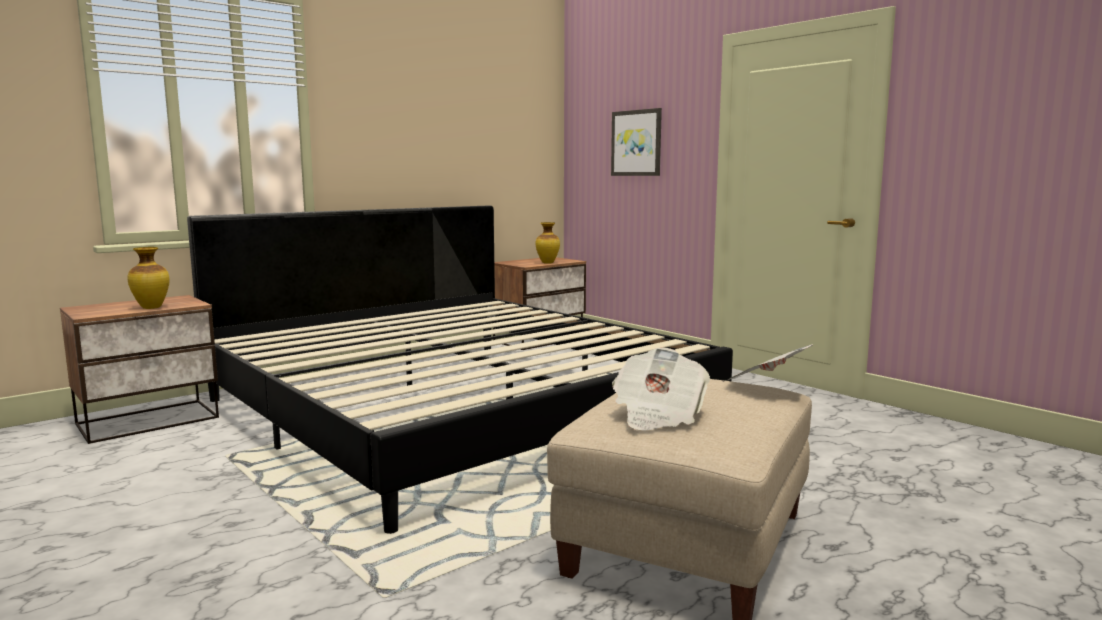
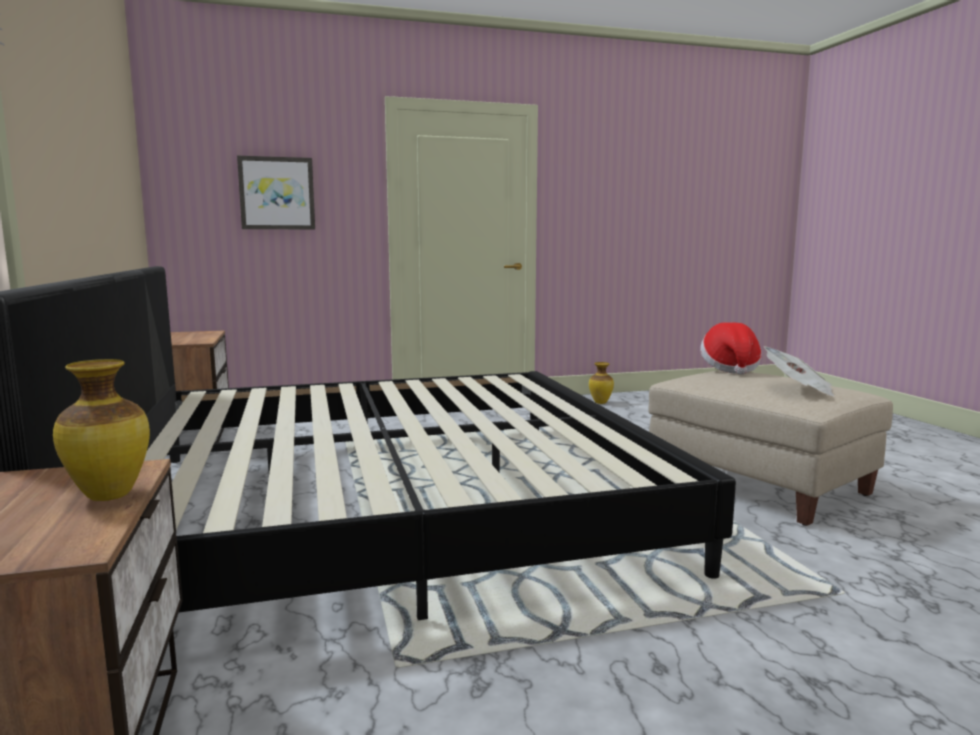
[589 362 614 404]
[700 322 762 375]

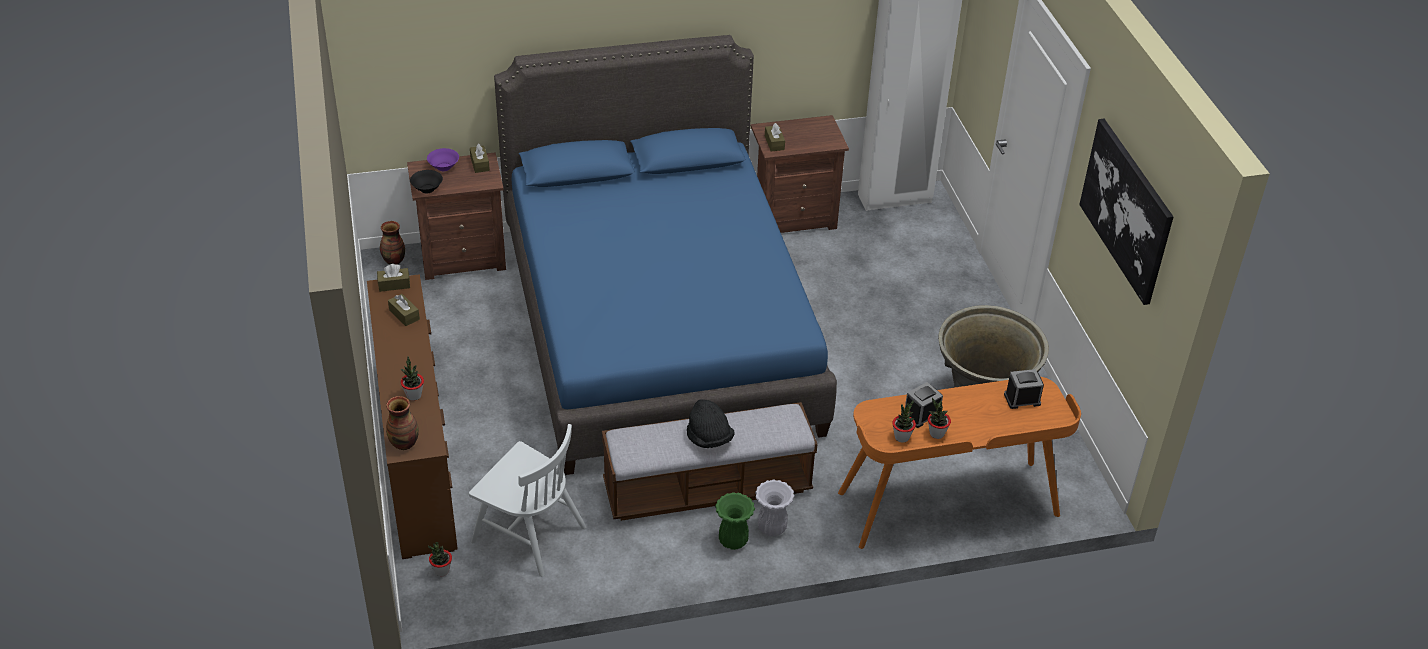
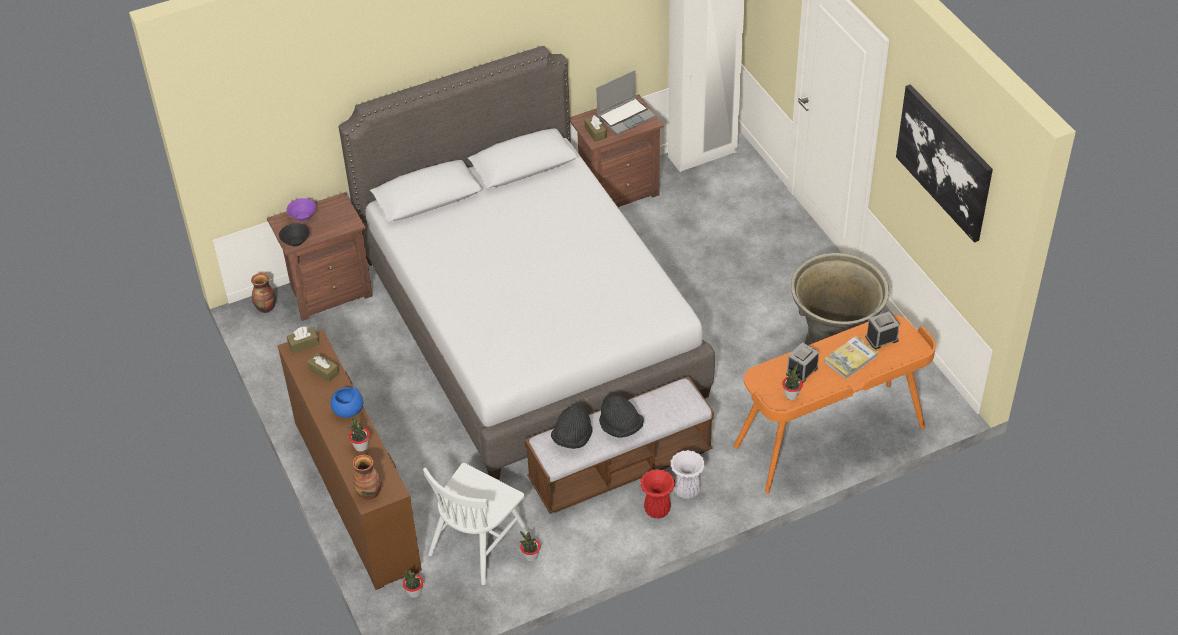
[470 144 490 173] (first image)
[331 387 363 418]
[551 404 593 449]
[596 70 656 135]
[824 335 878 379]
[520 531 541 562]
[339 46 715 480]
[640 469 675 519]
[423 463 529 585]

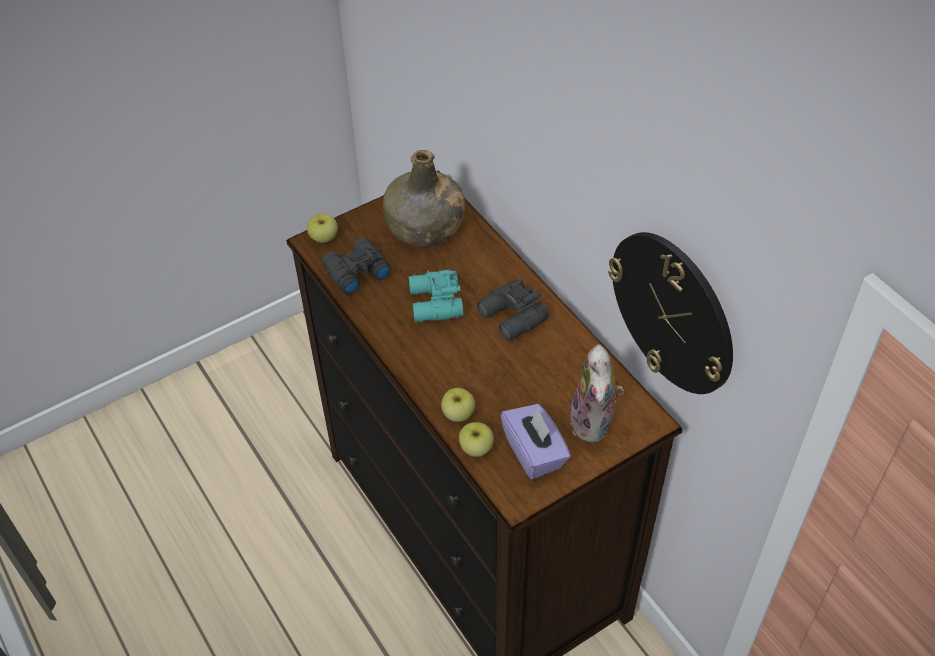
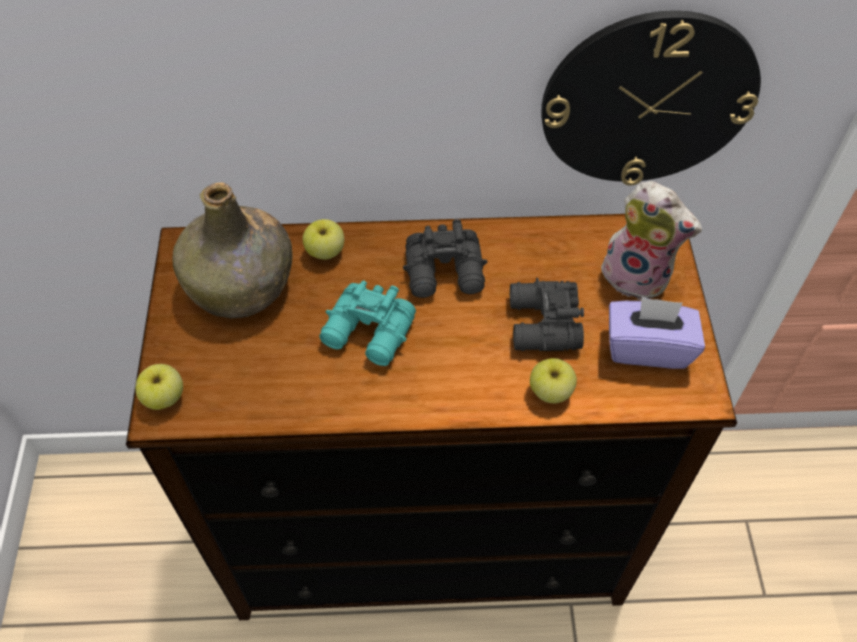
[510 278 584 351]
[303 219 344 260]

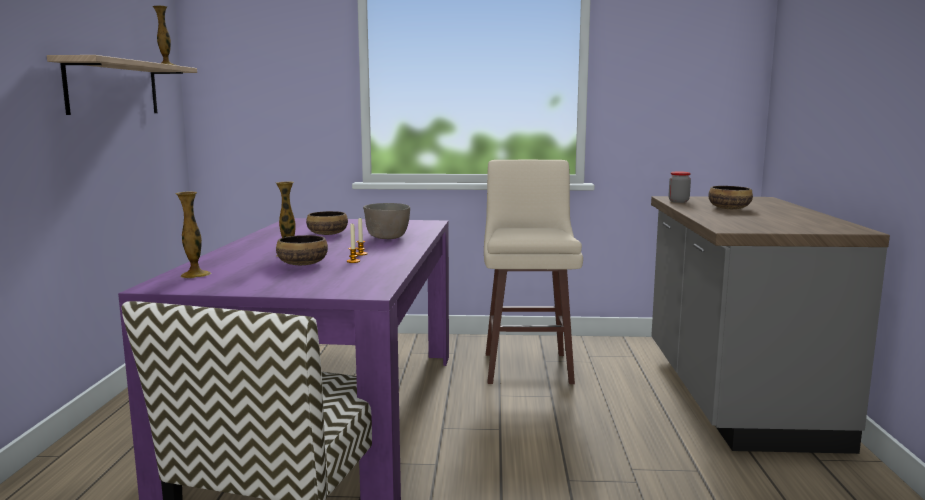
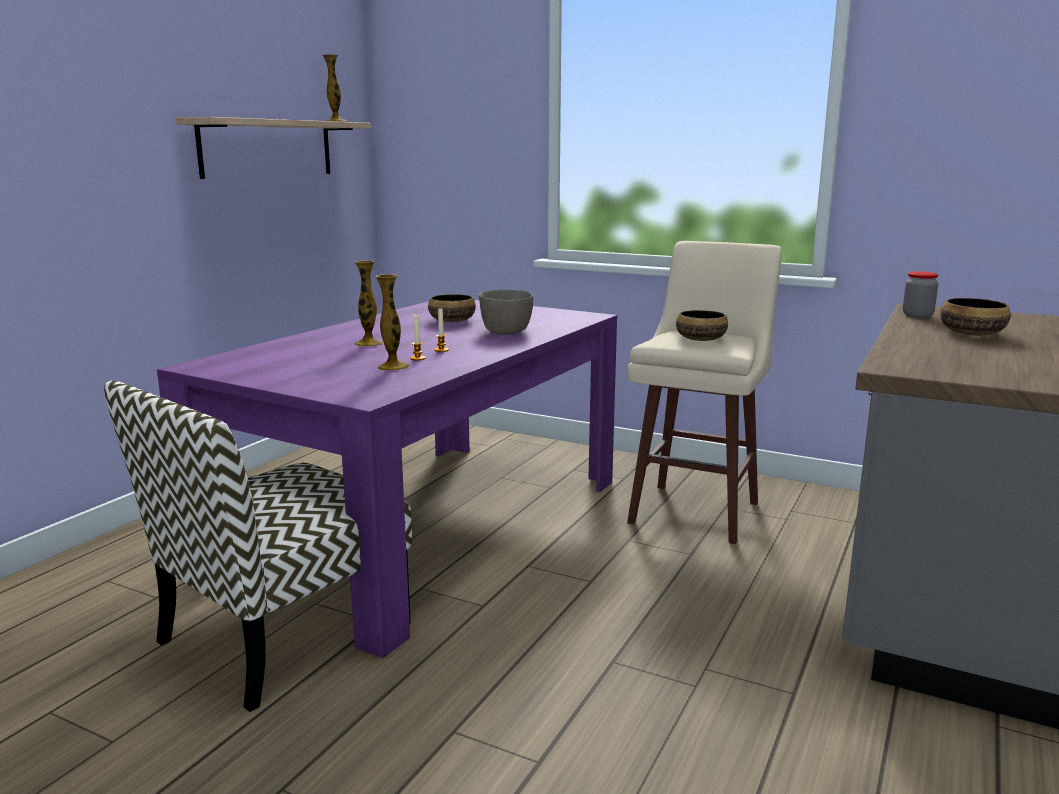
[375 274 410 371]
[676 310 728 341]

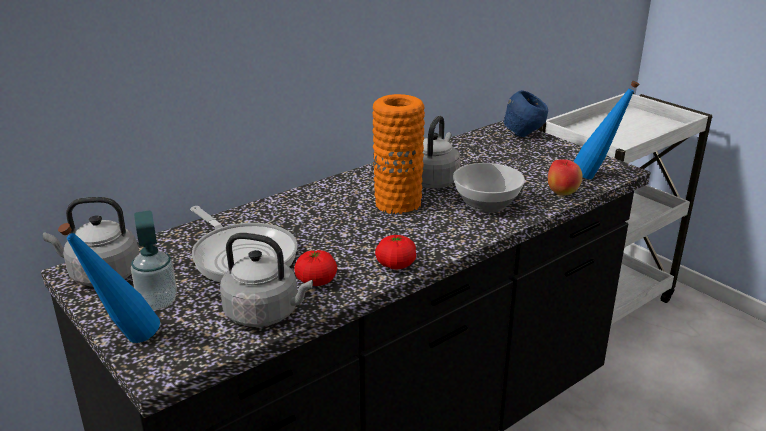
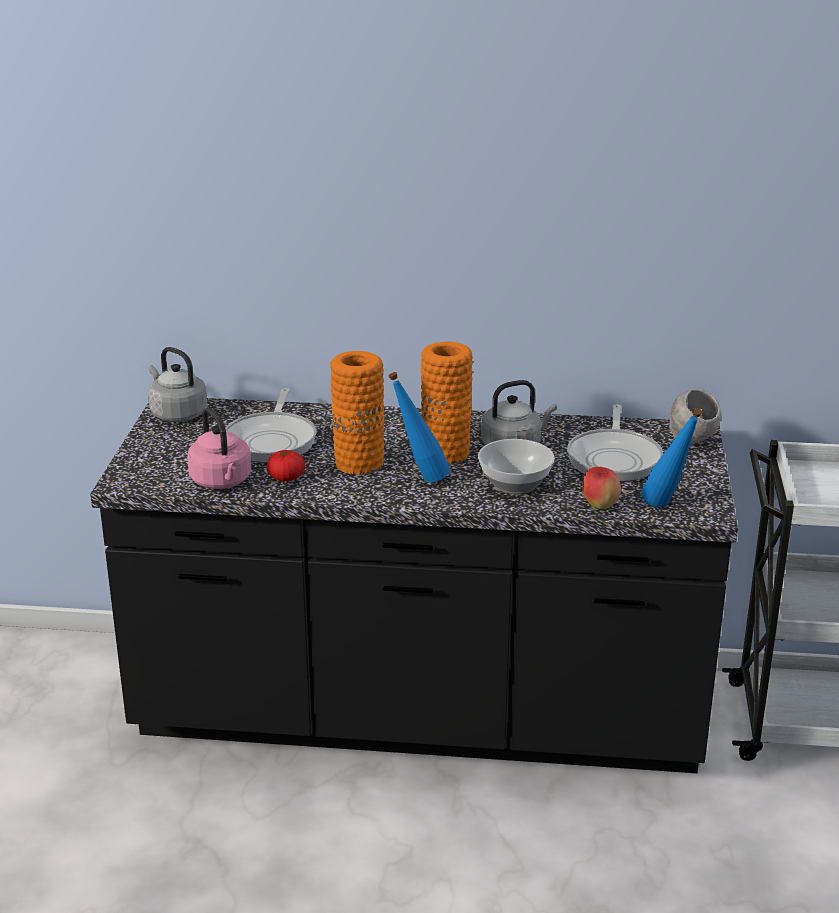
[131 211 177 310] (first image)
[375 235 416 270] (first image)
[330 351 385 475]
[567 404 663 482]
[388 372 450 482]
[187 407 251 489]
[669 389 721 445]

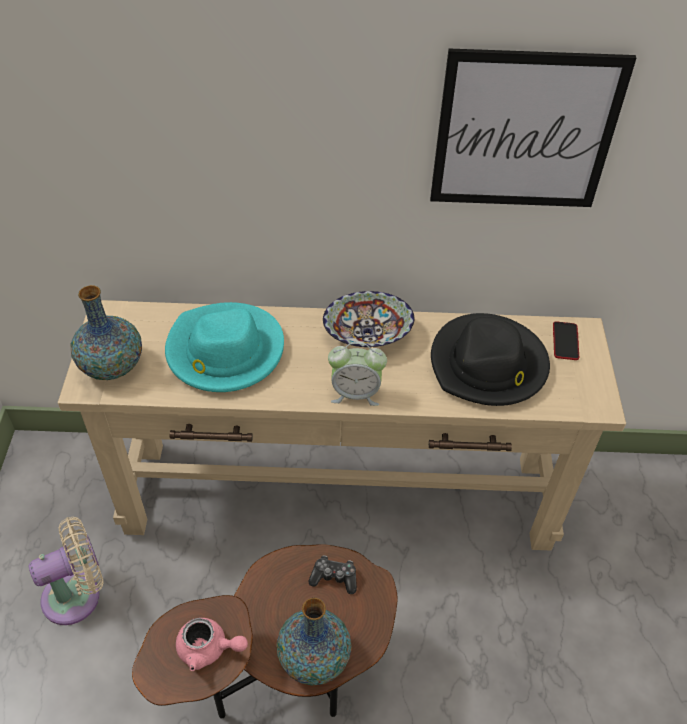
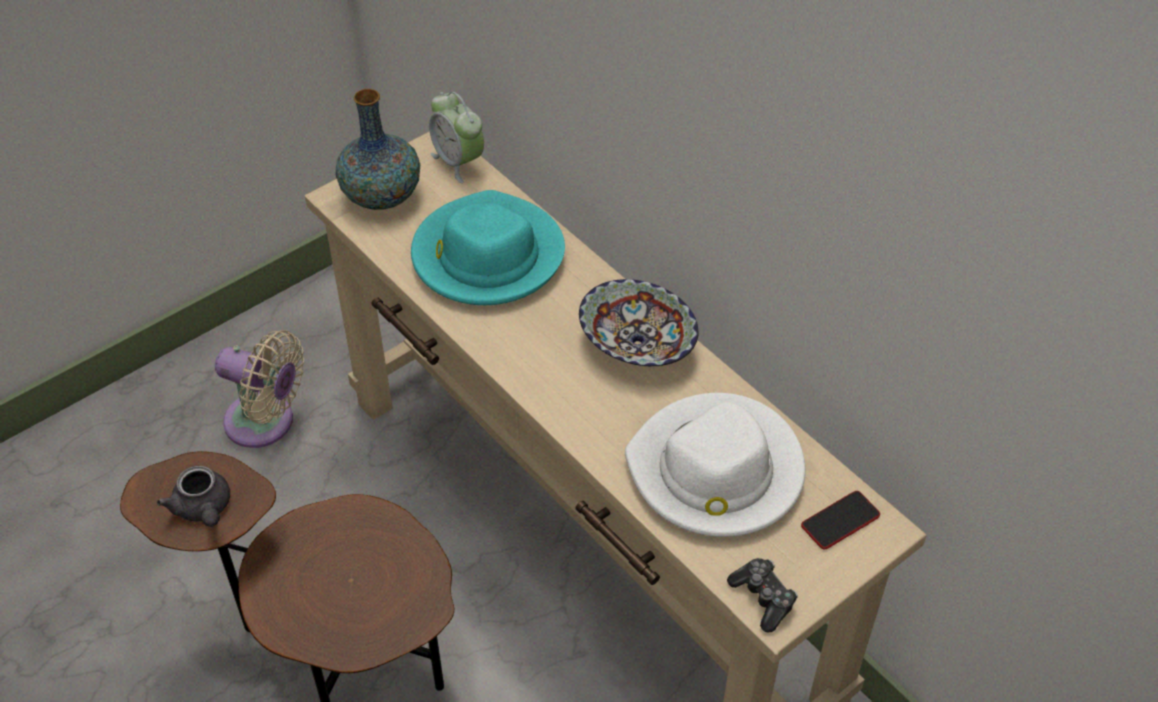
[276 598 352 686] (first image)
[430 48 636 207] (first image)
[727 558 798 633]
[429 92 484 183]
[157 465 230 527]
[625 393 806 537]

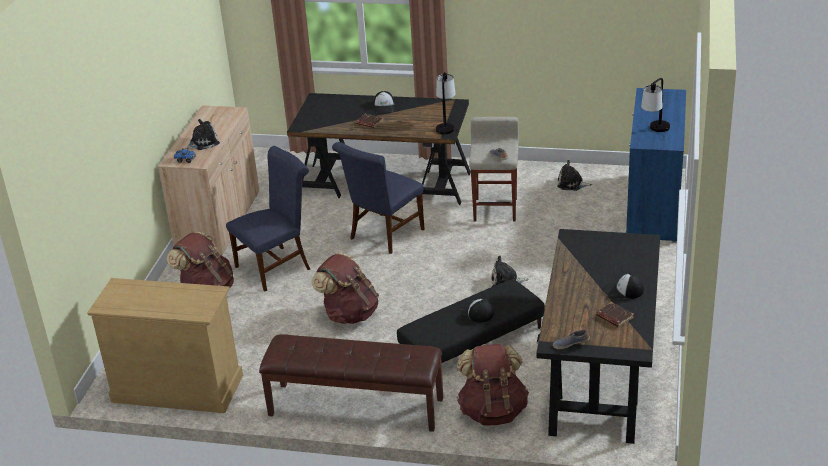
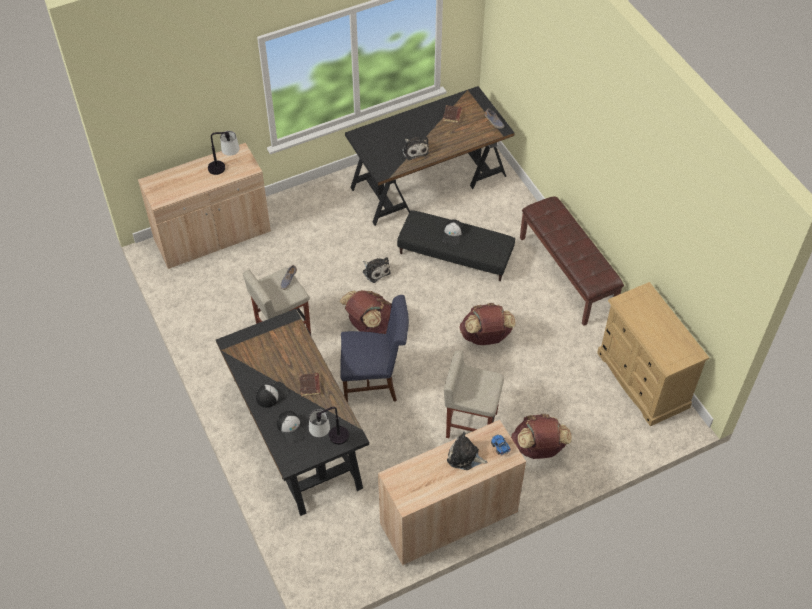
[309 407 349 445]
[340 290 392 334]
[401 137 429 160]
[277 411 306 442]
[444 350 504 438]
[138 143 271 269]

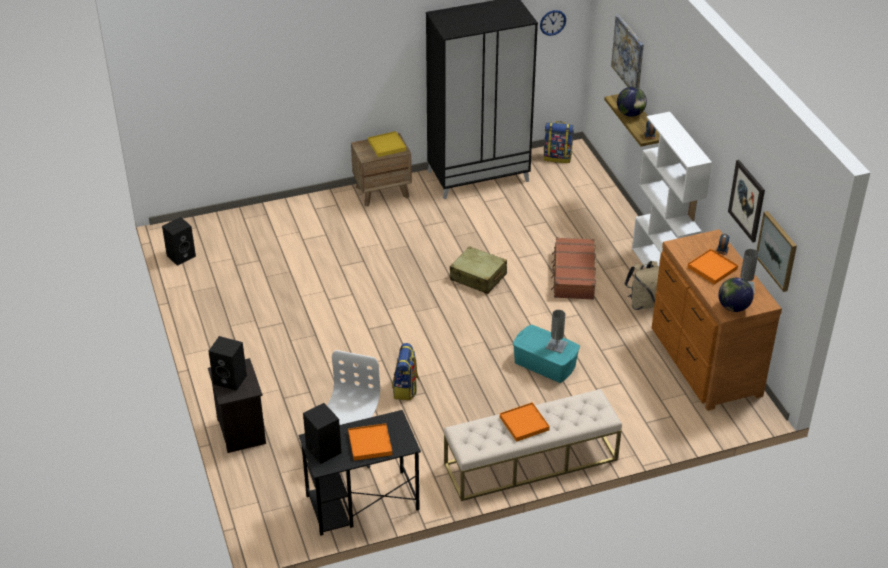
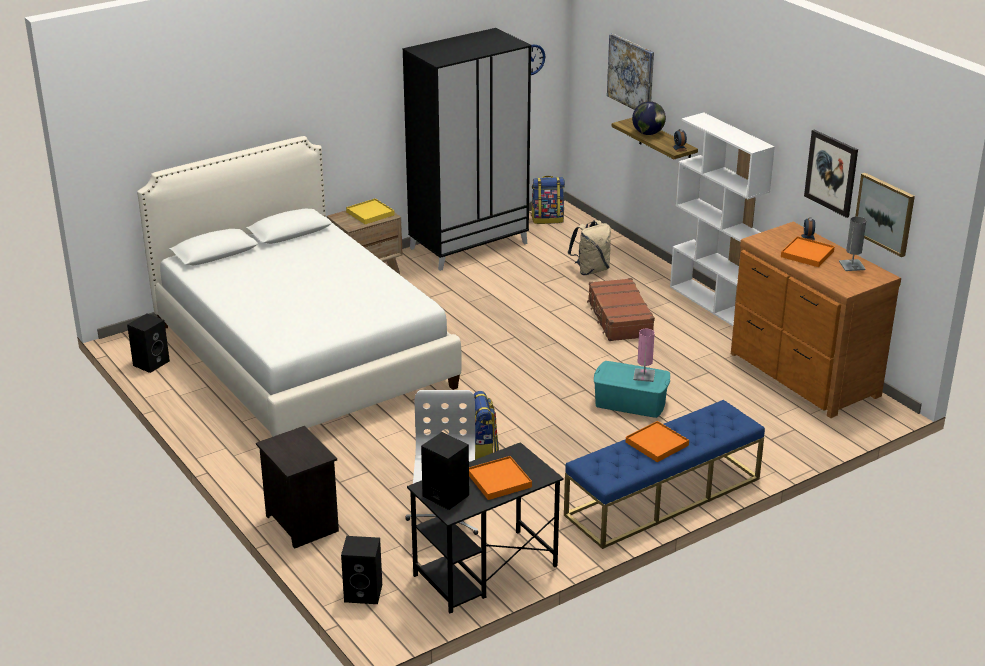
[450 246 507 294] (first image)
[718 278 754 312] (first image)
[137 136 462 437]
[341 536 382 604]
[568 220 611 275]
[564 400 765 549]
[633 329 655 382]

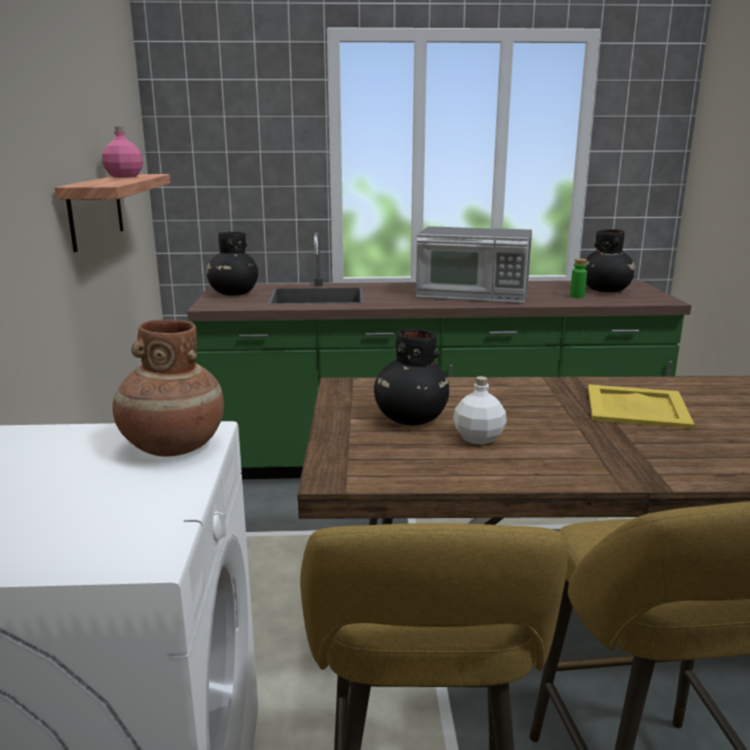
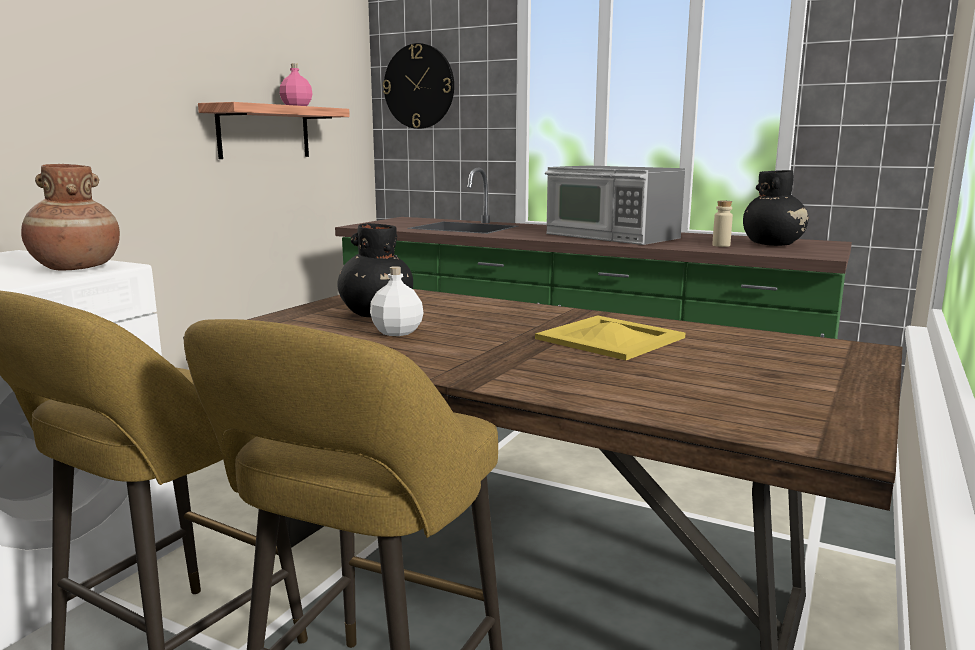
[207 232 258 295] (first image)
[383 43 454 129]
[712 201 733 247]

